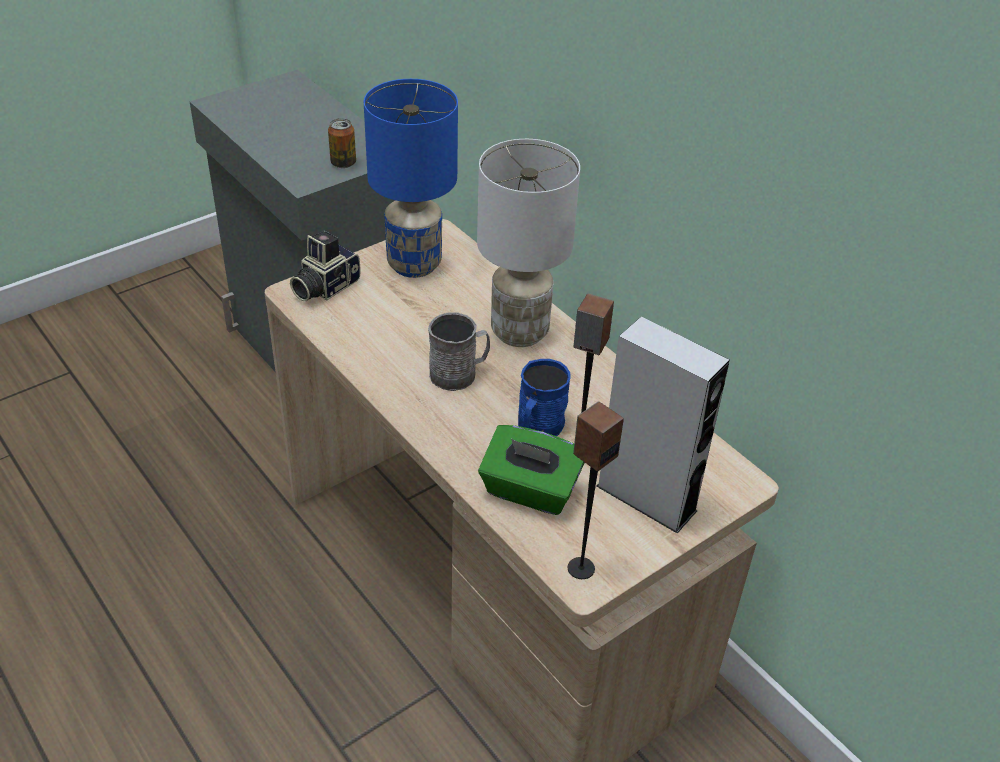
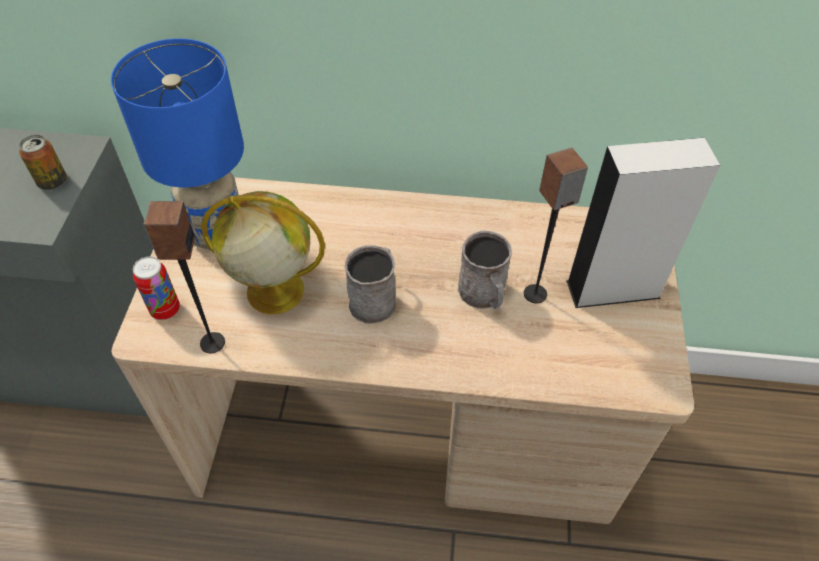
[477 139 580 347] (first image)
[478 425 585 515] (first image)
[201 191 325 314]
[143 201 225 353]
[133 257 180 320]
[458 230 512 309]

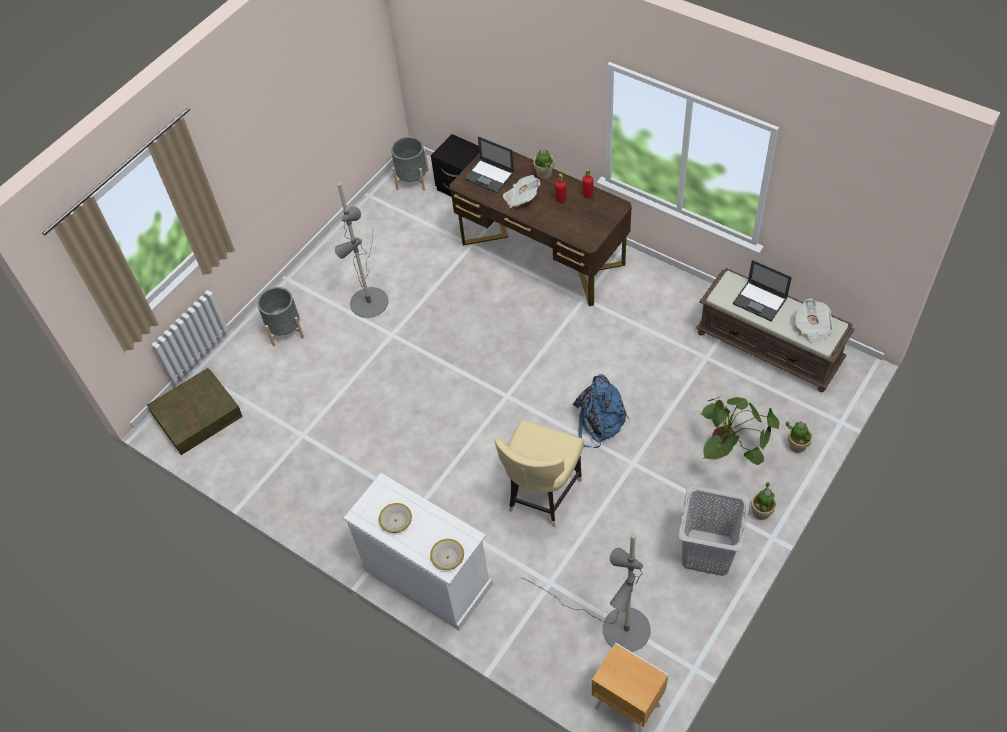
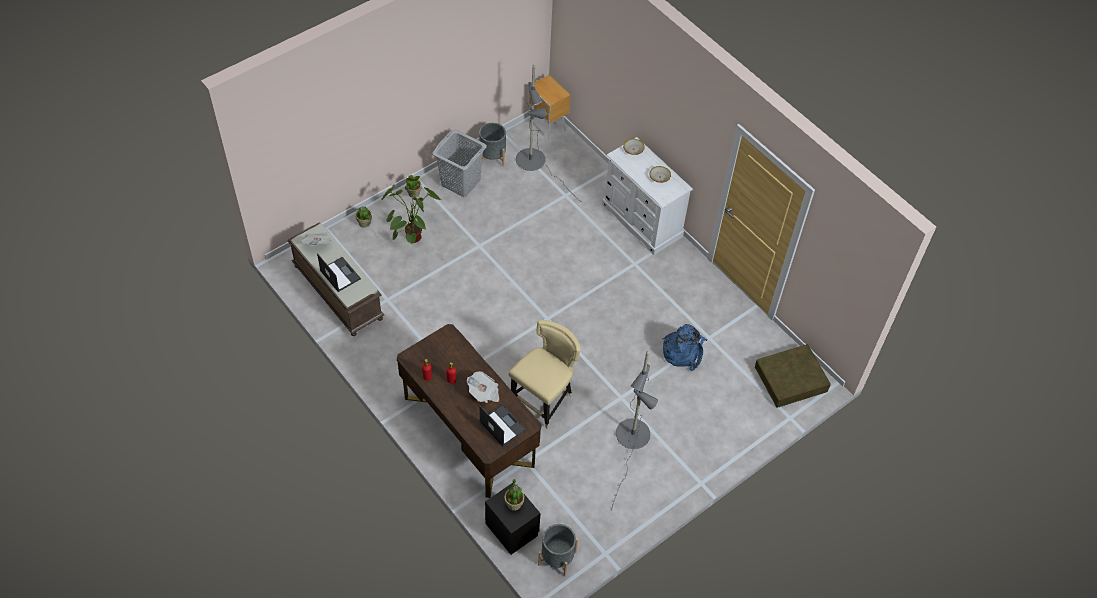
[479 123 506 167]
[509 320 580 429]
[504 479 524 511]
[662 324 708 371]

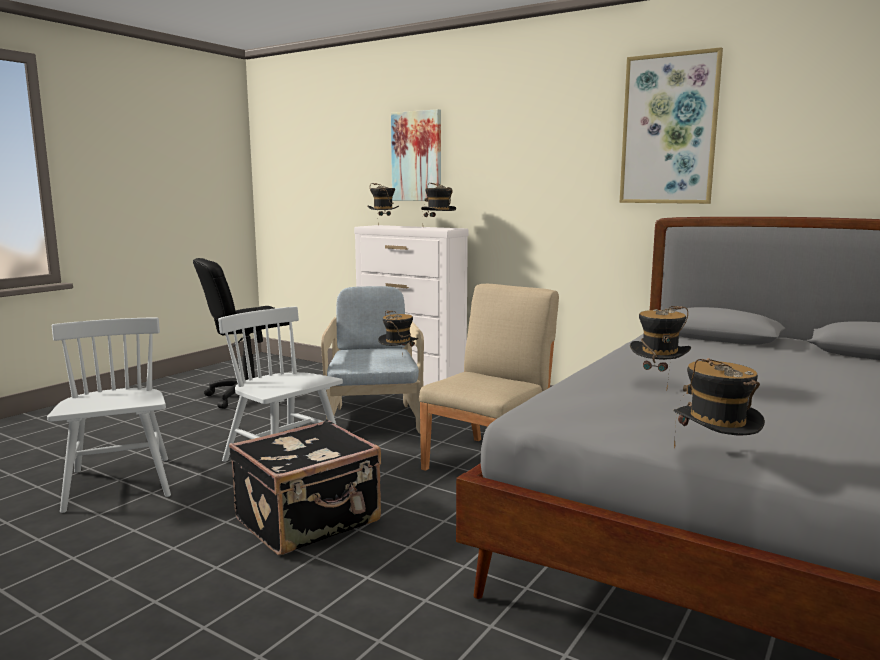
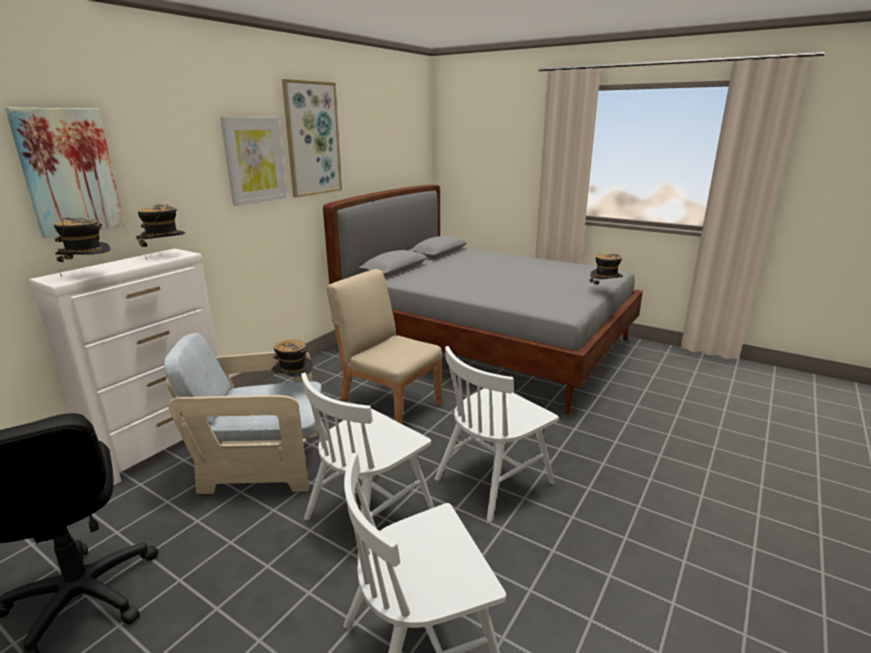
[630 306 691 391] (first image)
[220 117 287 206]
[435 346 559 522]

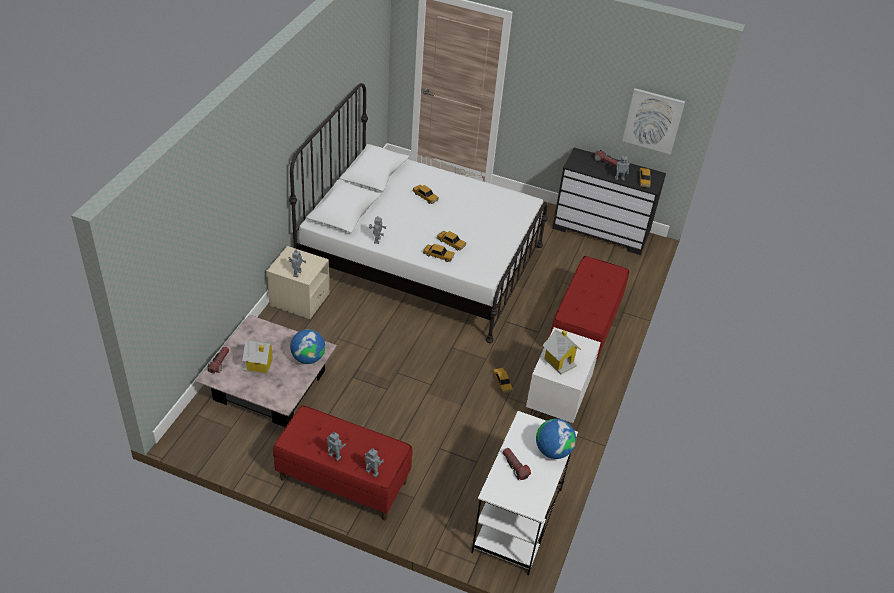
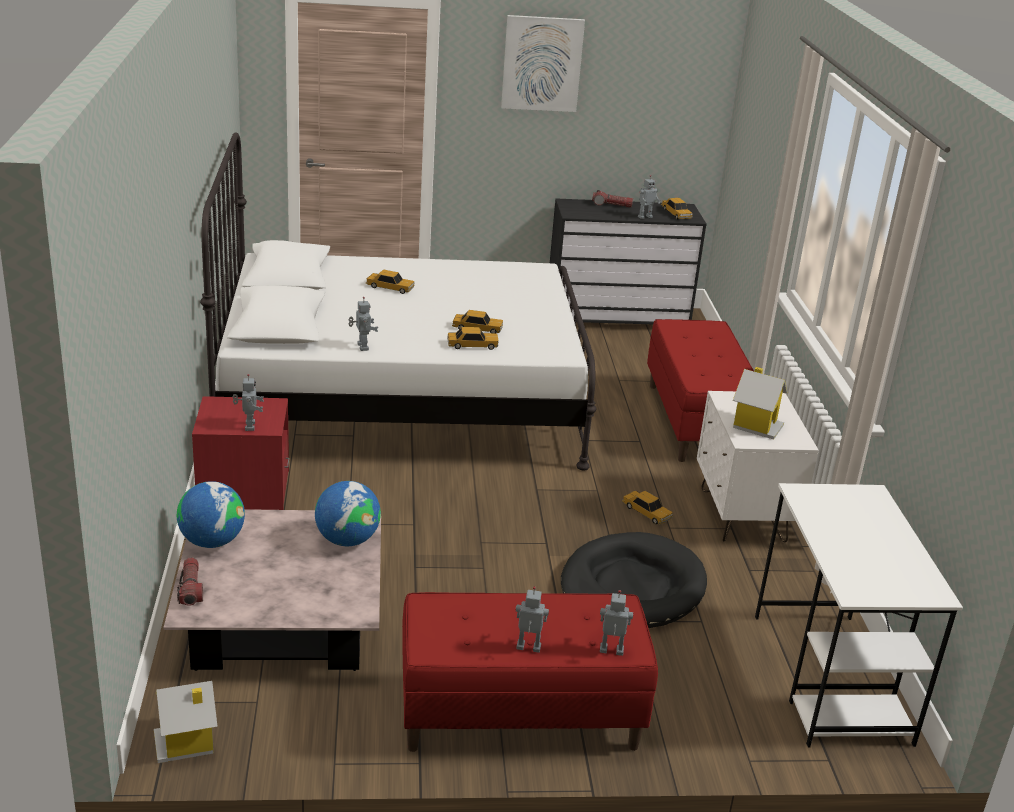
[502 448 531 480] (first image)
[561 532 707 628]
[154 681 217 763]
[177 481 245 548]
[501 15 585 112]
[192 396 289 510]

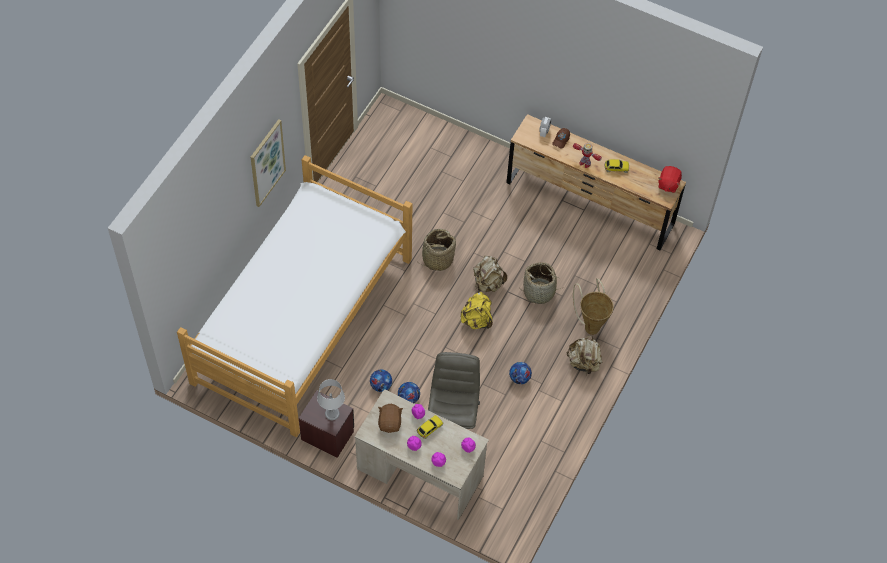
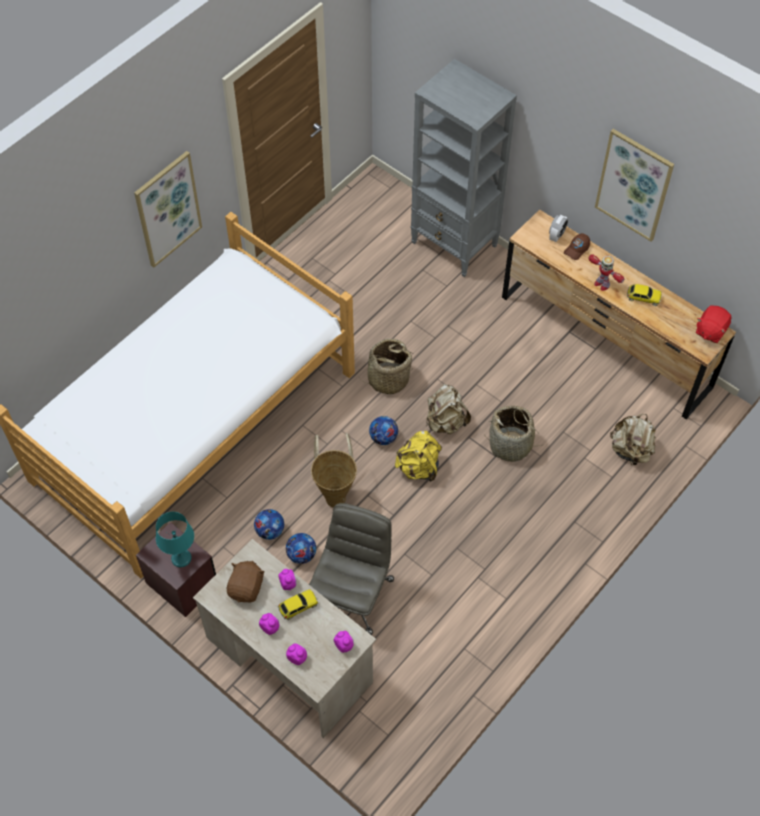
[410 59 517 277]
[595 129 674 241]
[369 416 398 445]
[610 414 656 466]
[311 433 357 508]
[156 512 194 567]

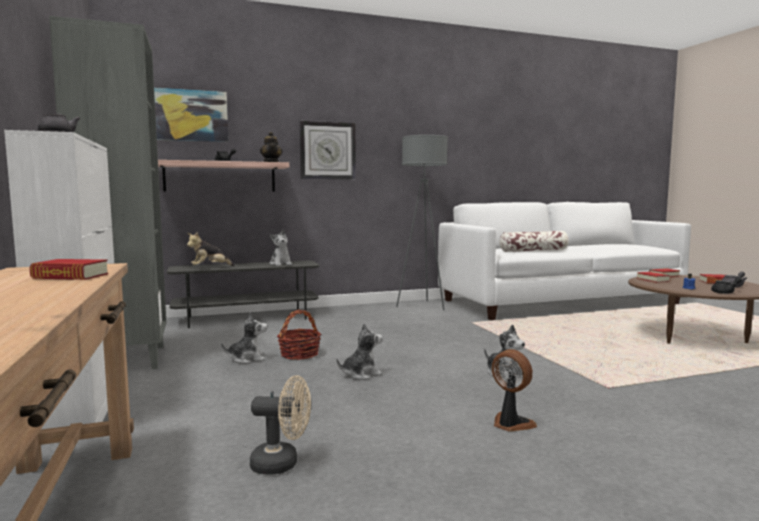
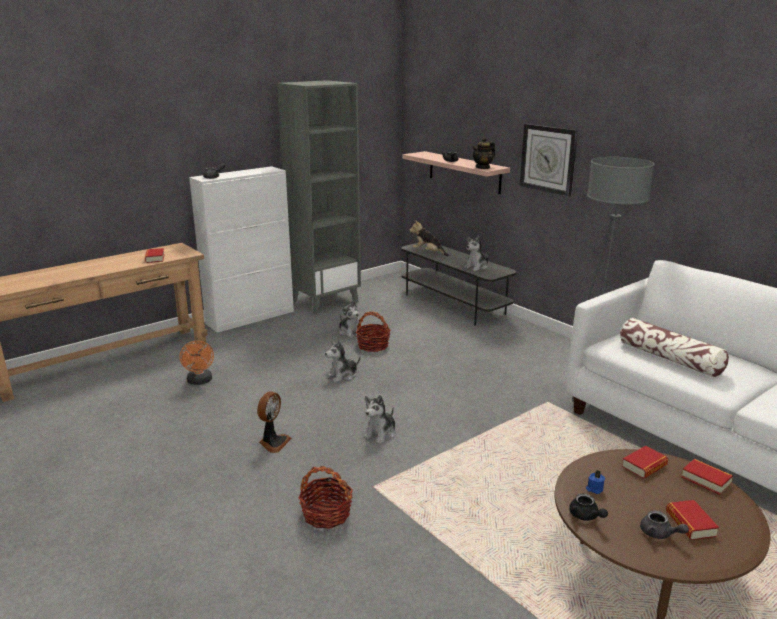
[154 87 229 142] (first image)
[299 466 353 529]
[179 341 214 385]
[325 341 360 383]

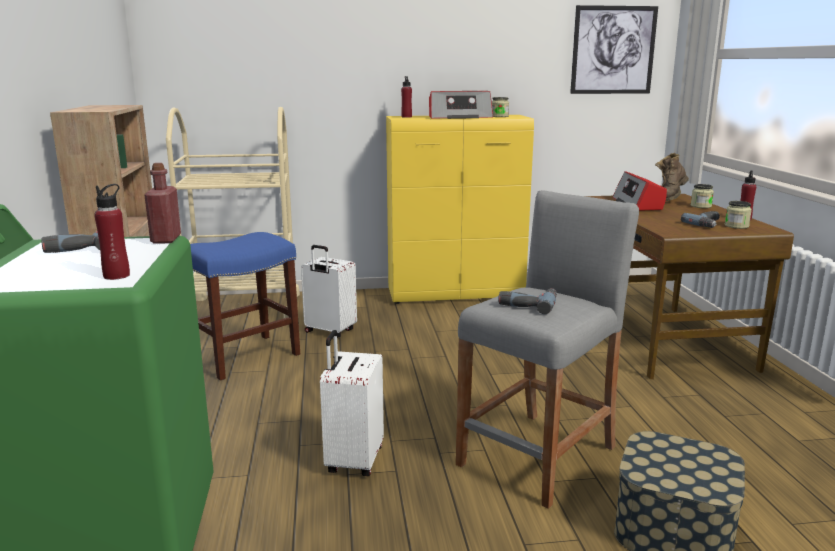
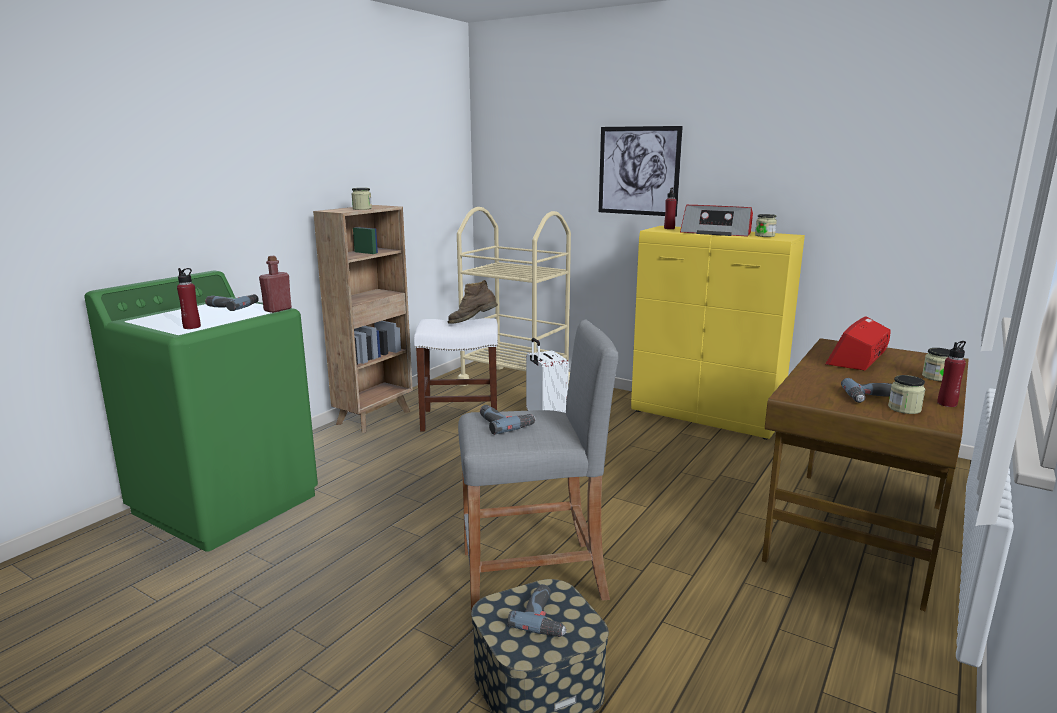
[320 330 384 476] (first image)
[352 188 372 210]
[508 584 567 637]
[599 126 683 217]
[447 280 498 324]
[414 318 498 431]

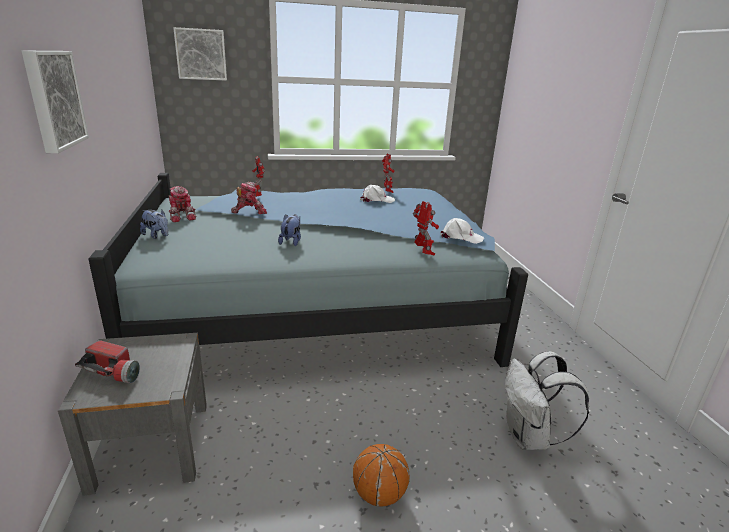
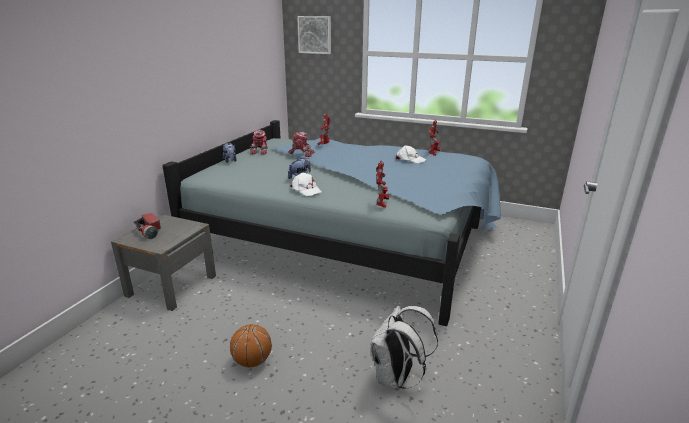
[21 51 89 153] (first image)
[290 173 322 196]

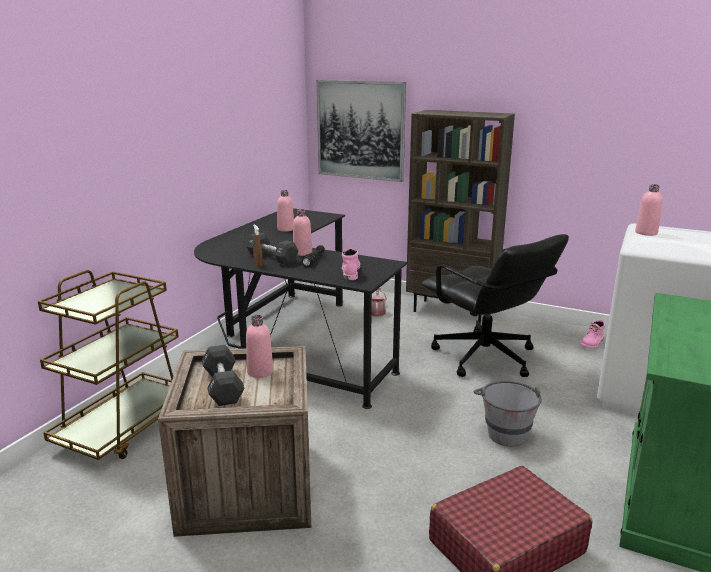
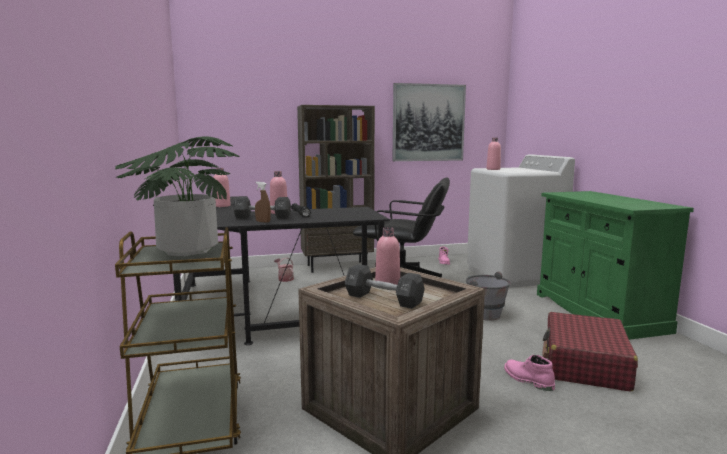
[115 136 239 256]
[393 83 466 161]
[504 355 555 391]

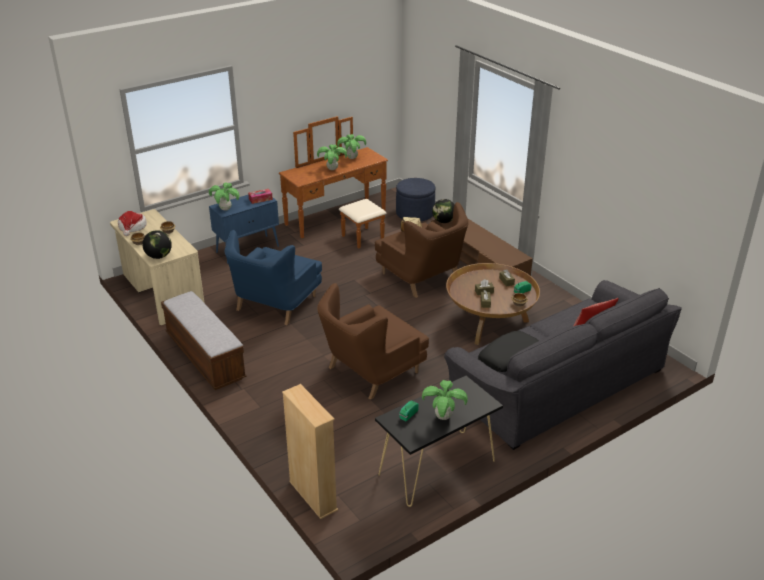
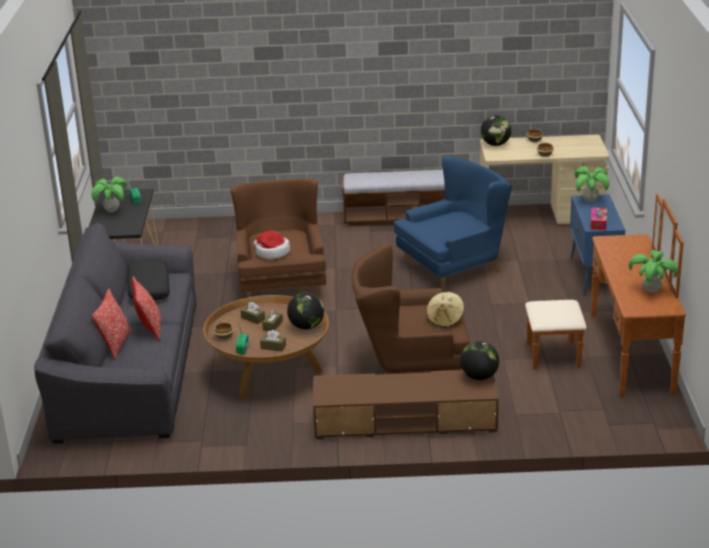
[282 384 338 519] (first image)
[317 144 347 170] (first image)
[396 178 436 221] (first image)
[132 276 161 342]
[287 293 324 330]
[253 230 290 259]
[394 156 512 290]

